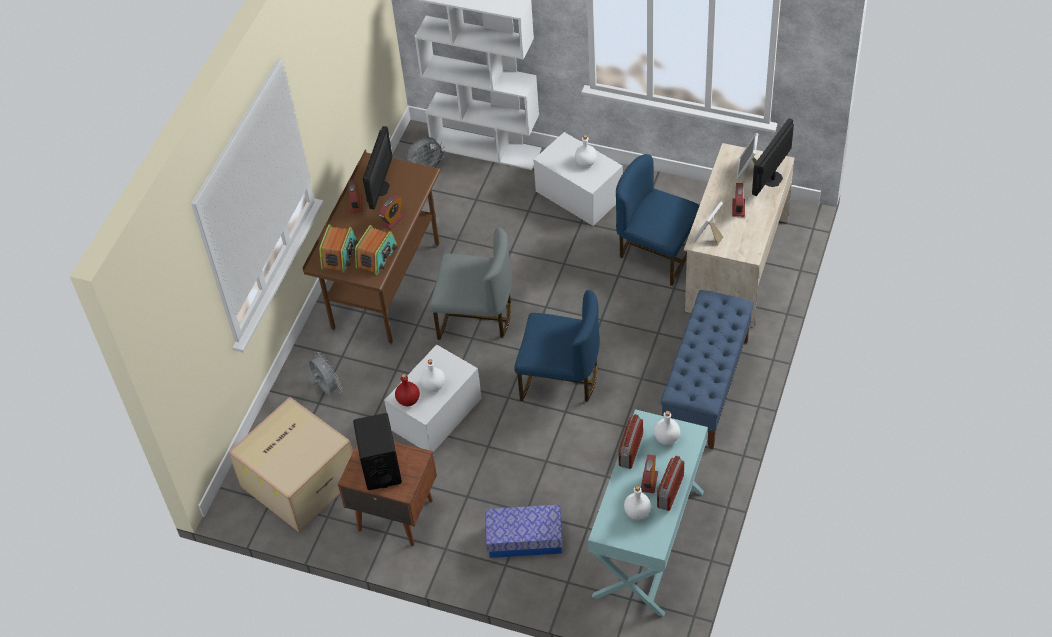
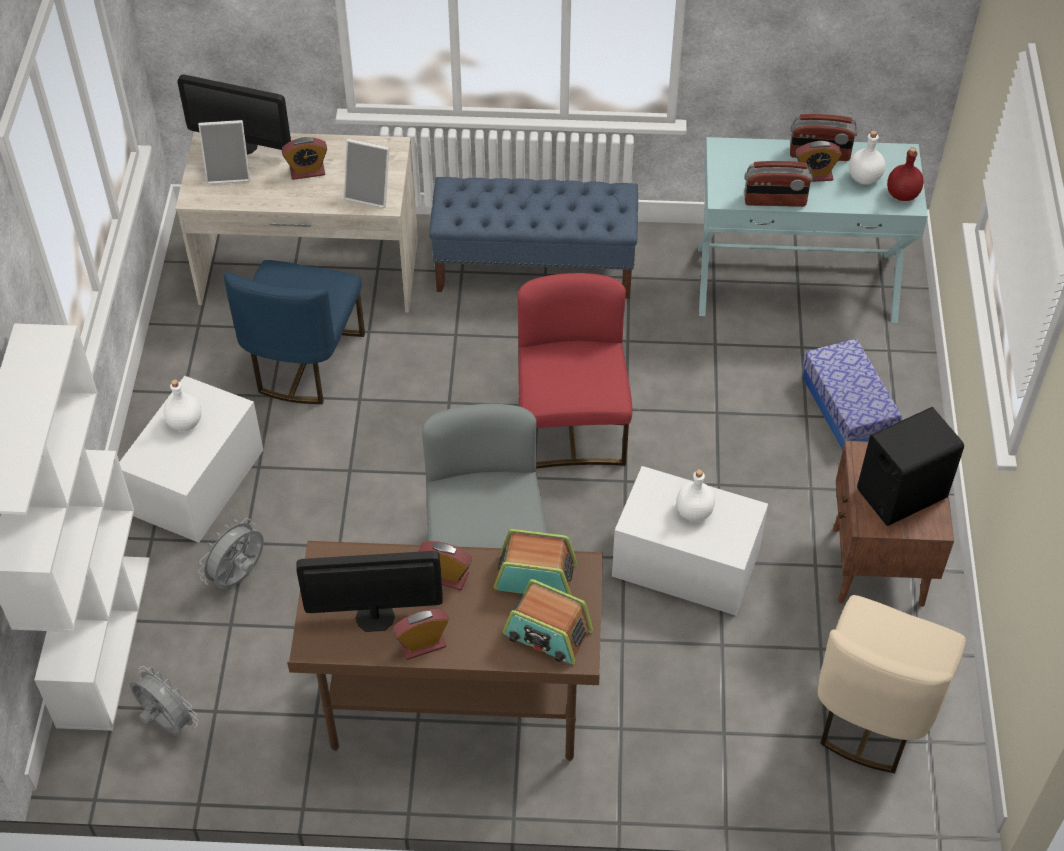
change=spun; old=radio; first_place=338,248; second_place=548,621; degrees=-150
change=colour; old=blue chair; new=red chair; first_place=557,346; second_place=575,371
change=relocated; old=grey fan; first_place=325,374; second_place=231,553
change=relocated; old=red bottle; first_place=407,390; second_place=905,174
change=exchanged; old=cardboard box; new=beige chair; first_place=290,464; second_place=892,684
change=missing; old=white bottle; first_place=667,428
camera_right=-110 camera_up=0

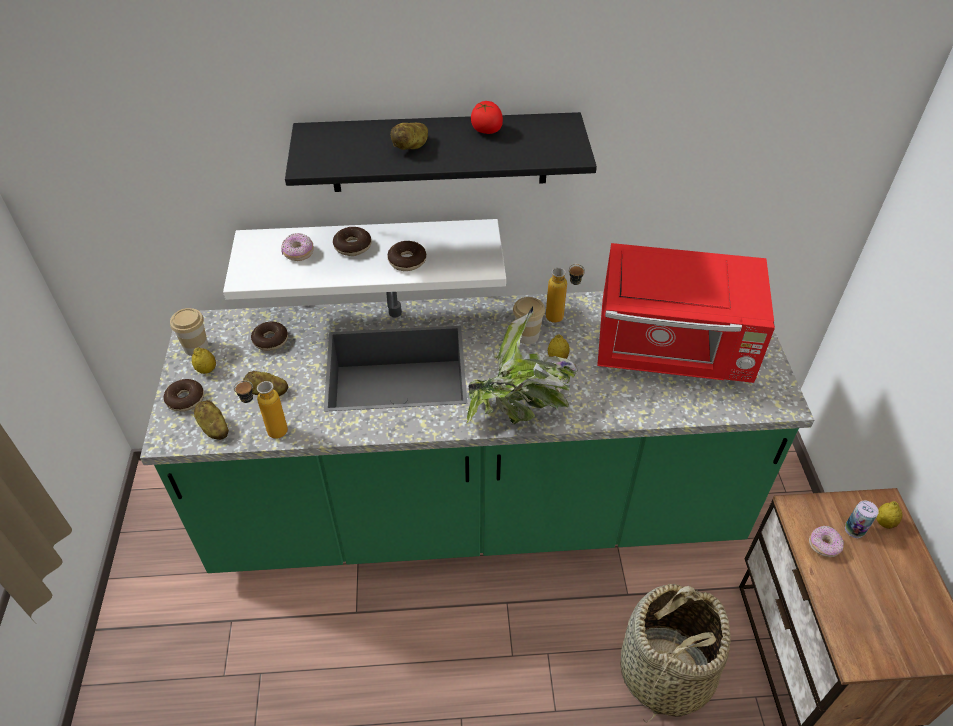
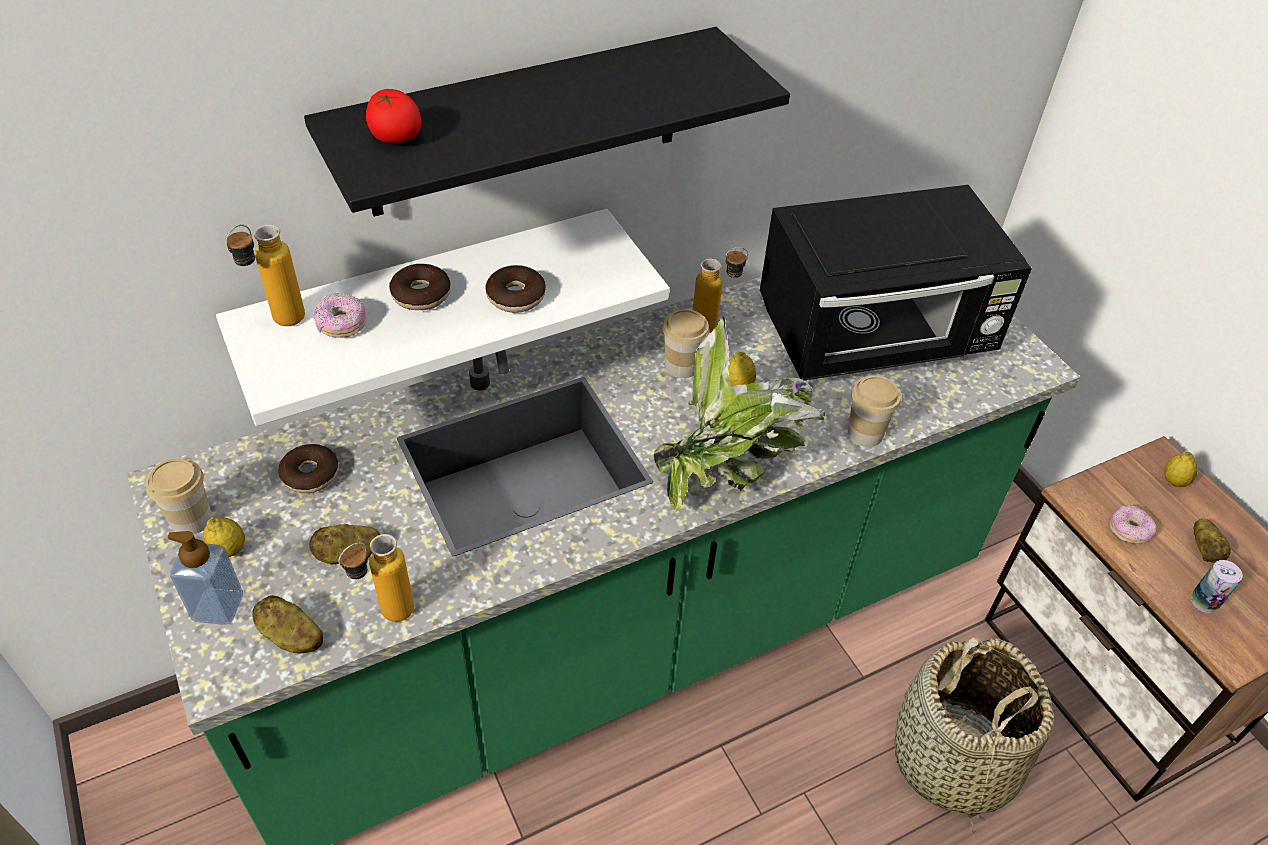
change=relocated; old=tomato; first_place=487,117; second_place=394,116
change=relocated; old=potato; first_place=409,136; second_place=1212,541
change=colour; old=red microwave; new=black microwave; first_place=686,313; second_place=896,282
change=exchanged; old=donut; new=soap dispenser; first_place=184,395; second_place=205,578
change=relocated; old=can; first_place=862,519; second_place=1217,586
change=appeared; new=bottle; second_place=265,275
change=appeared; new=cup; second_place=874,411
camera_right=-25 camera_up=0

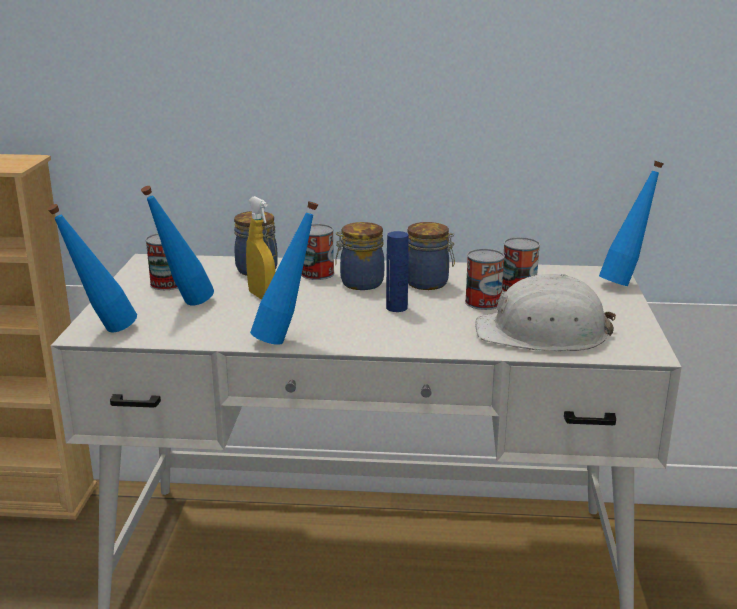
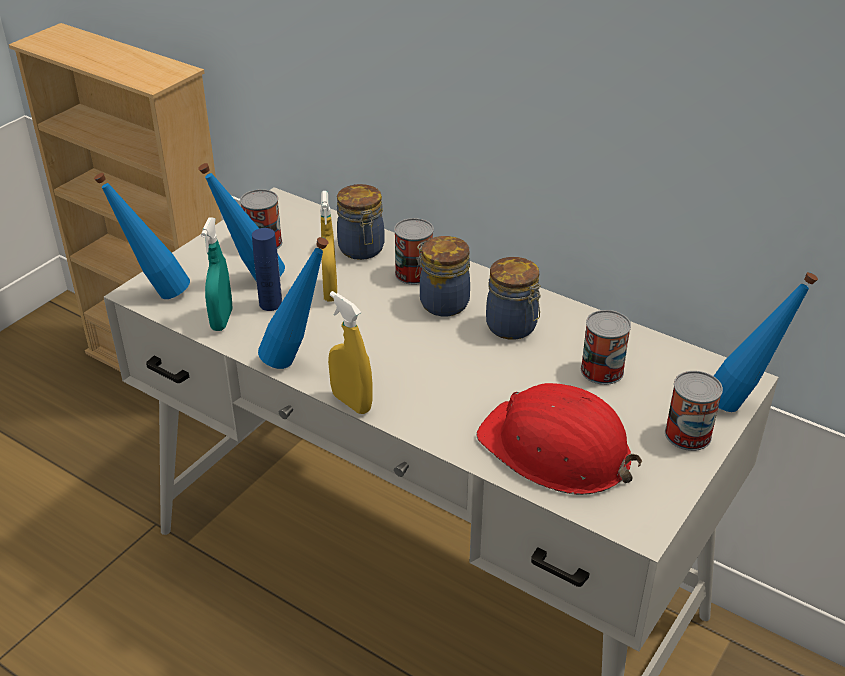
change=relocated; old=blue bottle; first_place=397,271; second_place=267,269
change=relocated; old=can; first_place=485,279; second_place=694,411
change=colour; old=white hard hat; new=red hard hat; first_place=545,312; second_place=559,439
change=appeared; new=turquoise spray bottle; second_place=216,274
change=appeared; new=yellow spray bottle; second_place=350,352
camera_right=30 camera_up=15

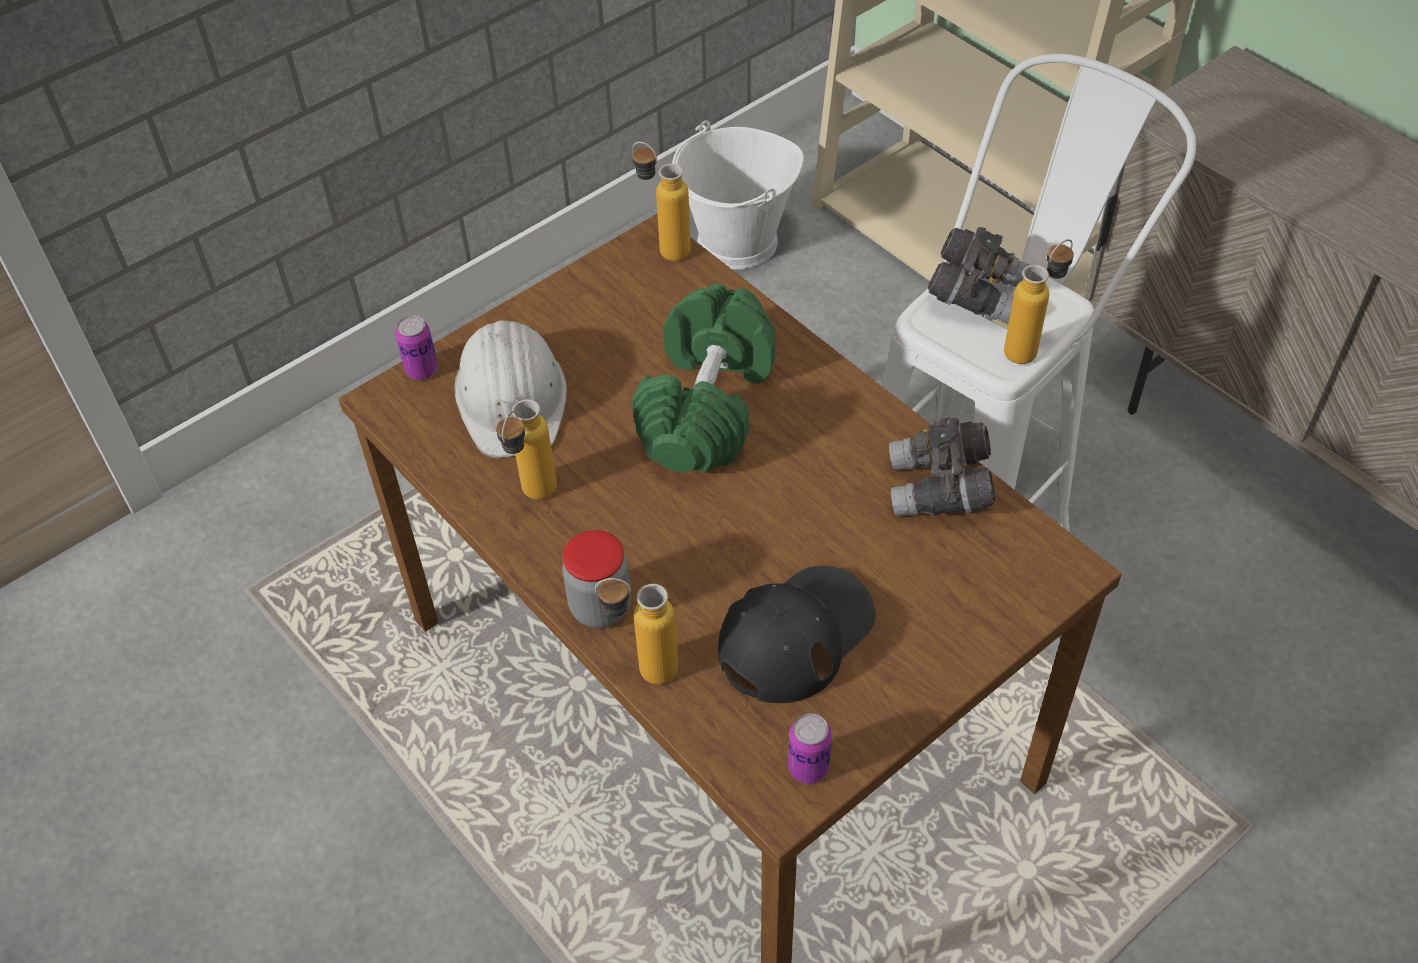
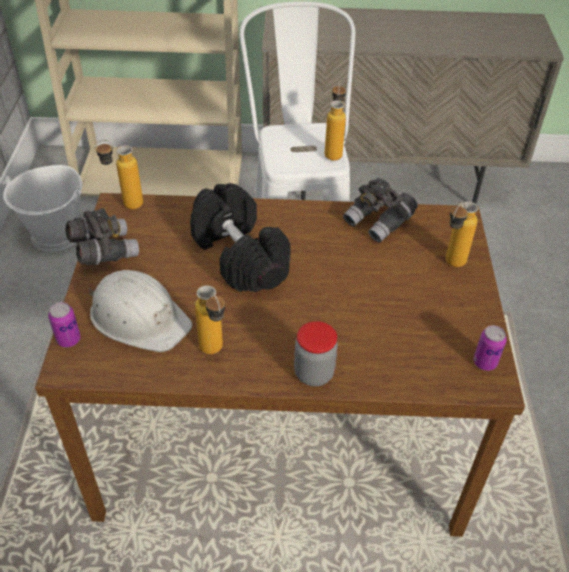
change=relocated; old=grey binoculars; first_place=978,275; second_place=102,236
change=colour; old=green dumbbell; new=black dumbbell; first_place=703,377; second_place=240,237
change=missing; old=black cap; first_place=797,634
change=relocated; old=bottle; first_place=636,631; second_place=462,234
camera_right=-50 camera_up=-5

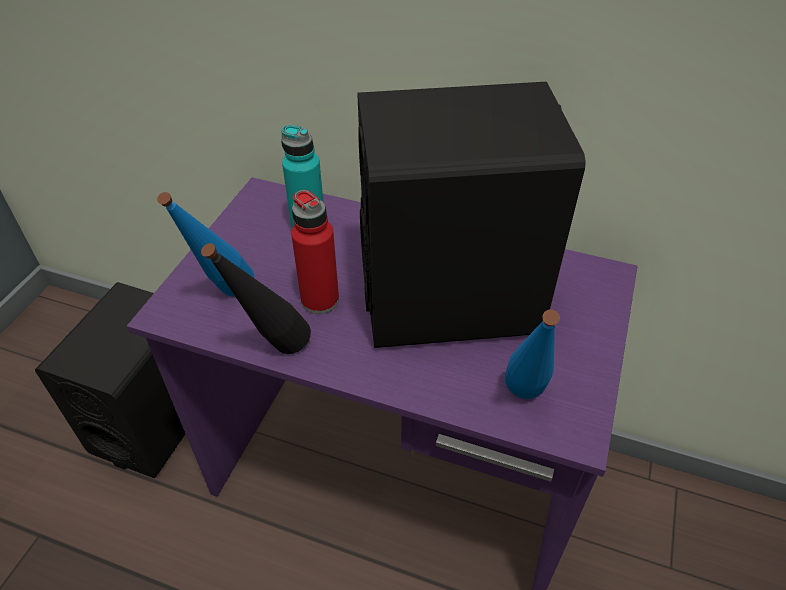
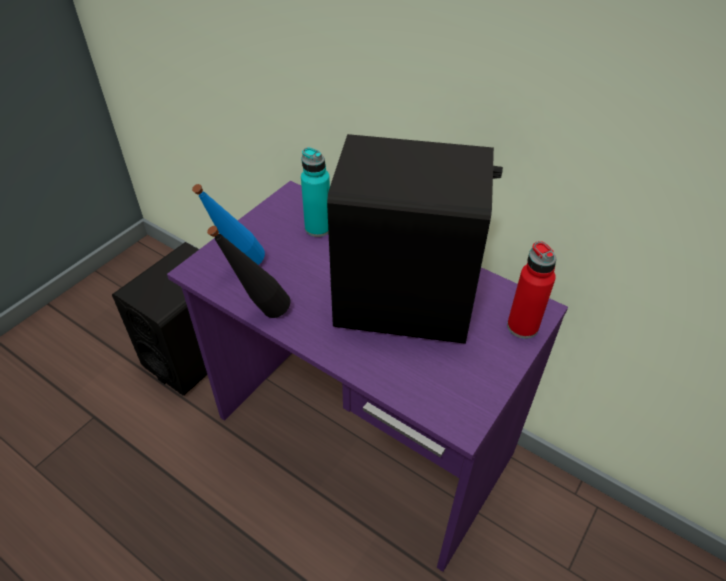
change=relocated; old=red bottle; first_place=315,252; second_place=531,290
change=missing; old=blue bottle; first_place=532,354
camera_right=15 camera_up=0

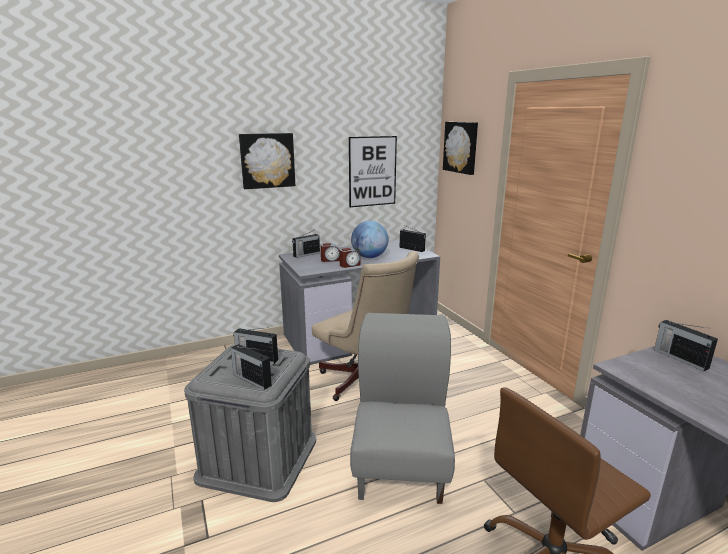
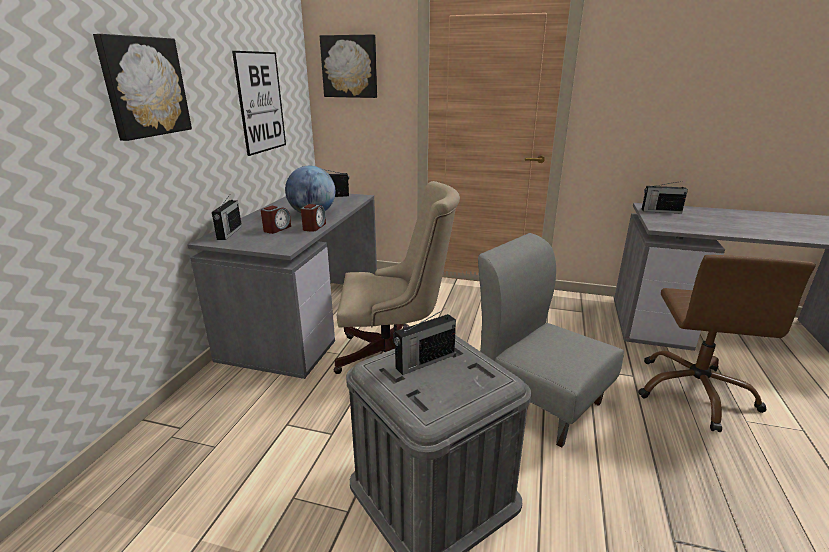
change=missing; old=radio; first_place=251,367
camera_right=-50 camera_up=5

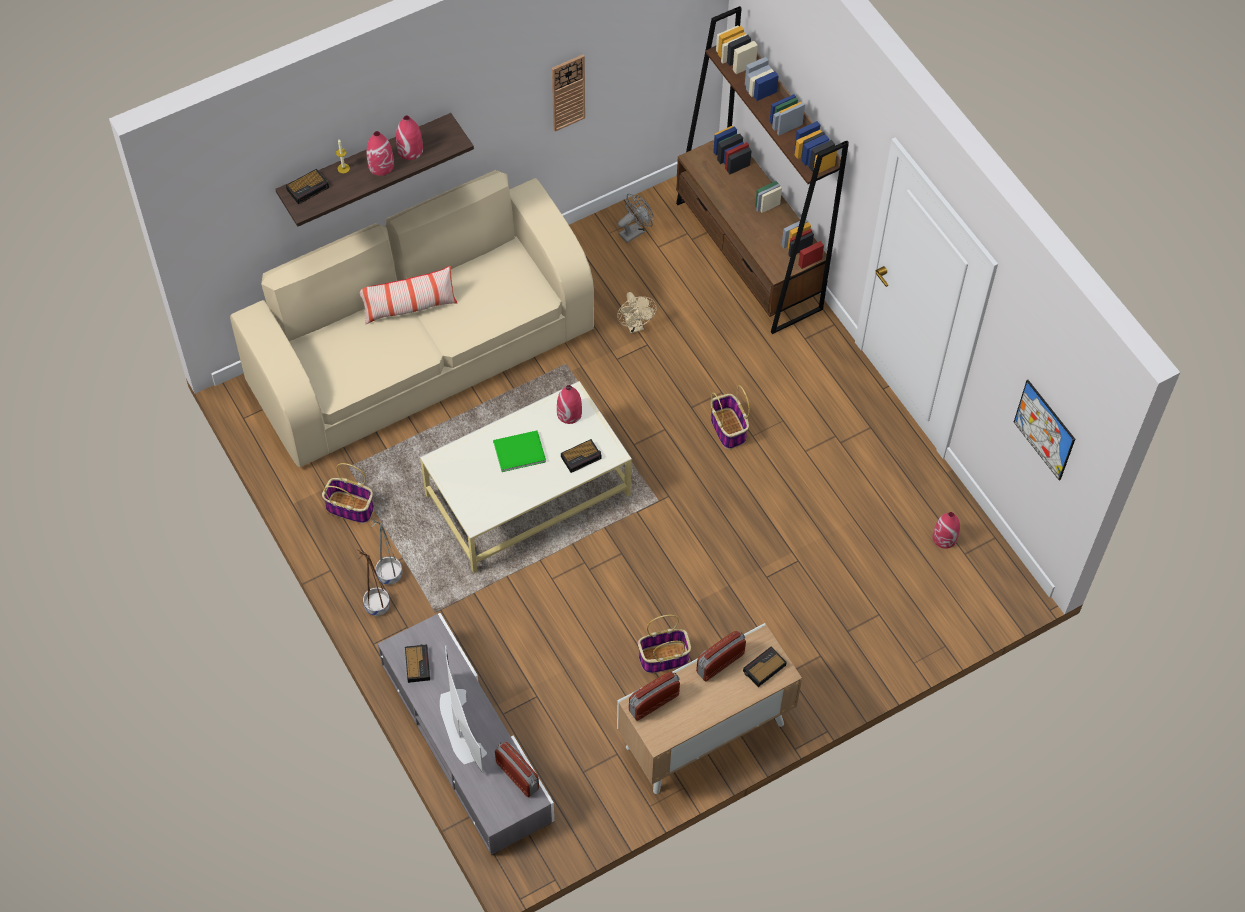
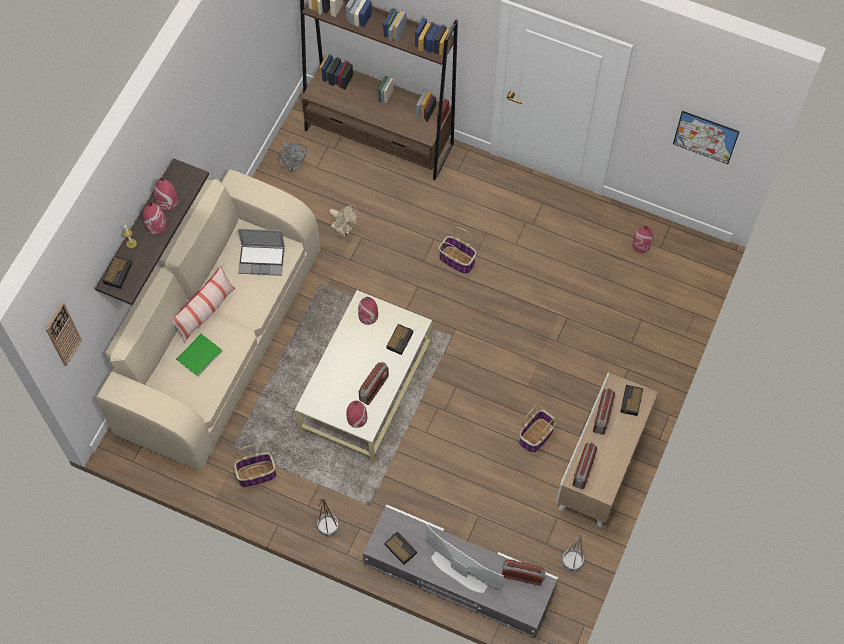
change=relocated; old=wall clock; first_place=568,92; second_place=64,334
change=spun; old=grey fan; first_place=635,218; second_place=292,156; degrees=135
change=relocated; old=green book; first_place=519,451; second_place=199,355
change=relocated; old=grey planter; first_place=386,551; second_place=573,553
change=appeared; new=laptop; second_place=261,252
change=appeared; new=radio; second_place=374,383
change=appeared; new=red vase; second_place=357,414
camera_right=-35 camera_up=5

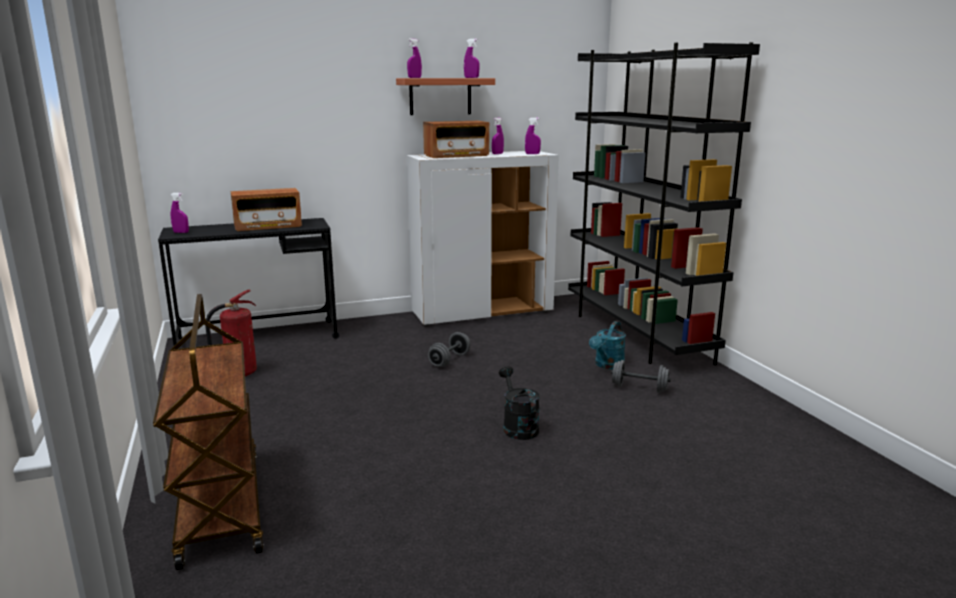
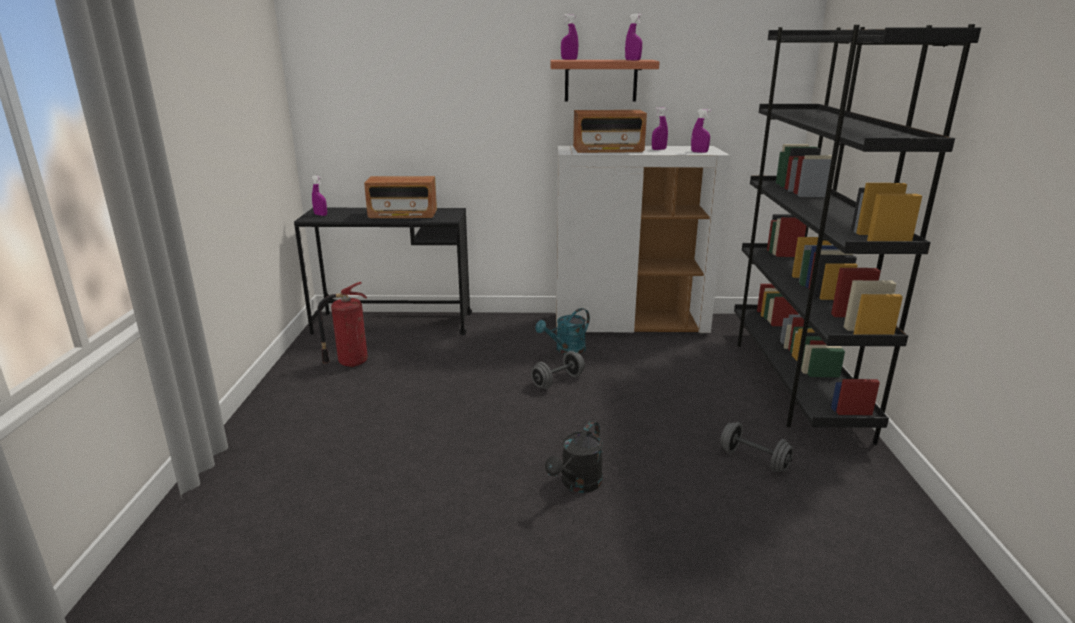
change=missing; old=brown cart; first_place=208,432
change=relocated; old=turquoise watering can; first_place=607,345; second_place=562,331
change=spun; old=black watering can; first_place=519,403; second_place=574,457; degrees=-150
camera_right=20 camera_up=5

